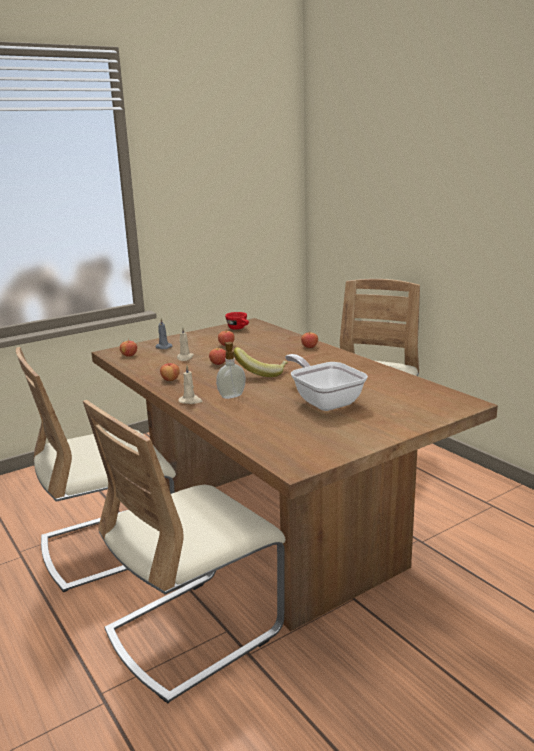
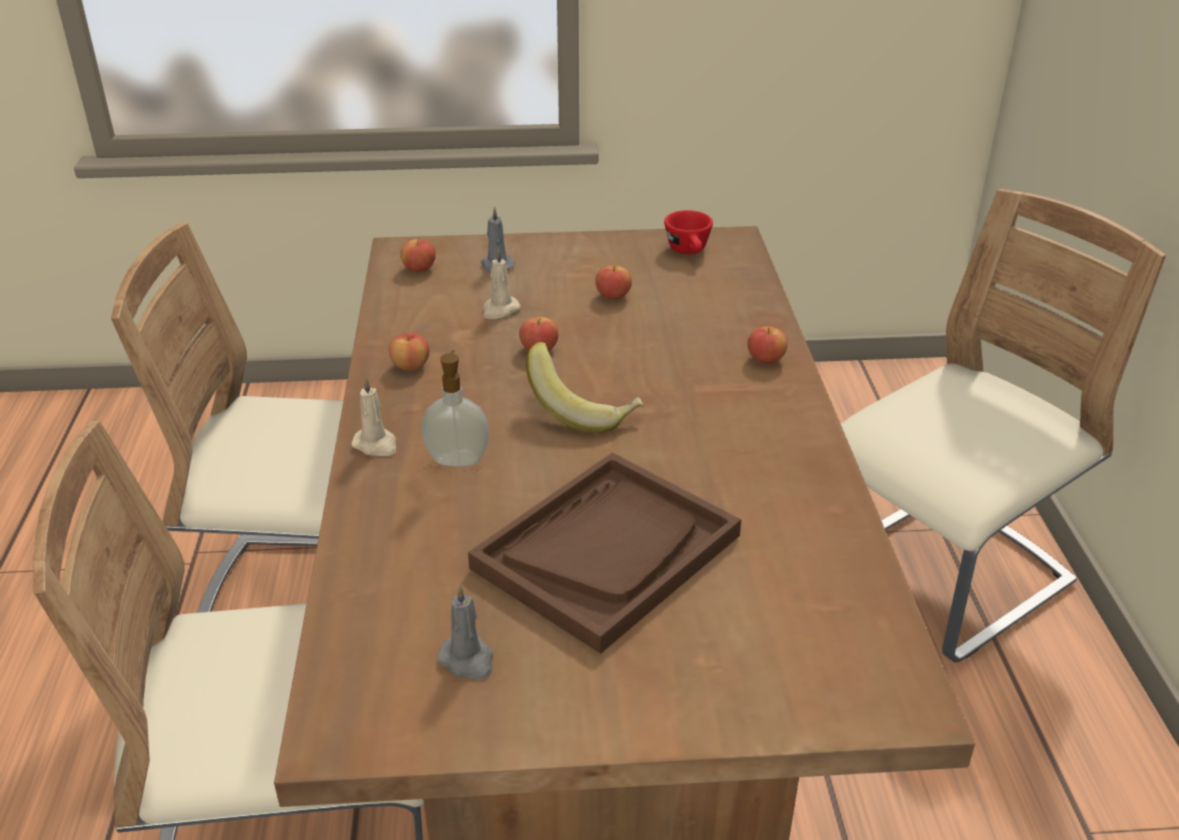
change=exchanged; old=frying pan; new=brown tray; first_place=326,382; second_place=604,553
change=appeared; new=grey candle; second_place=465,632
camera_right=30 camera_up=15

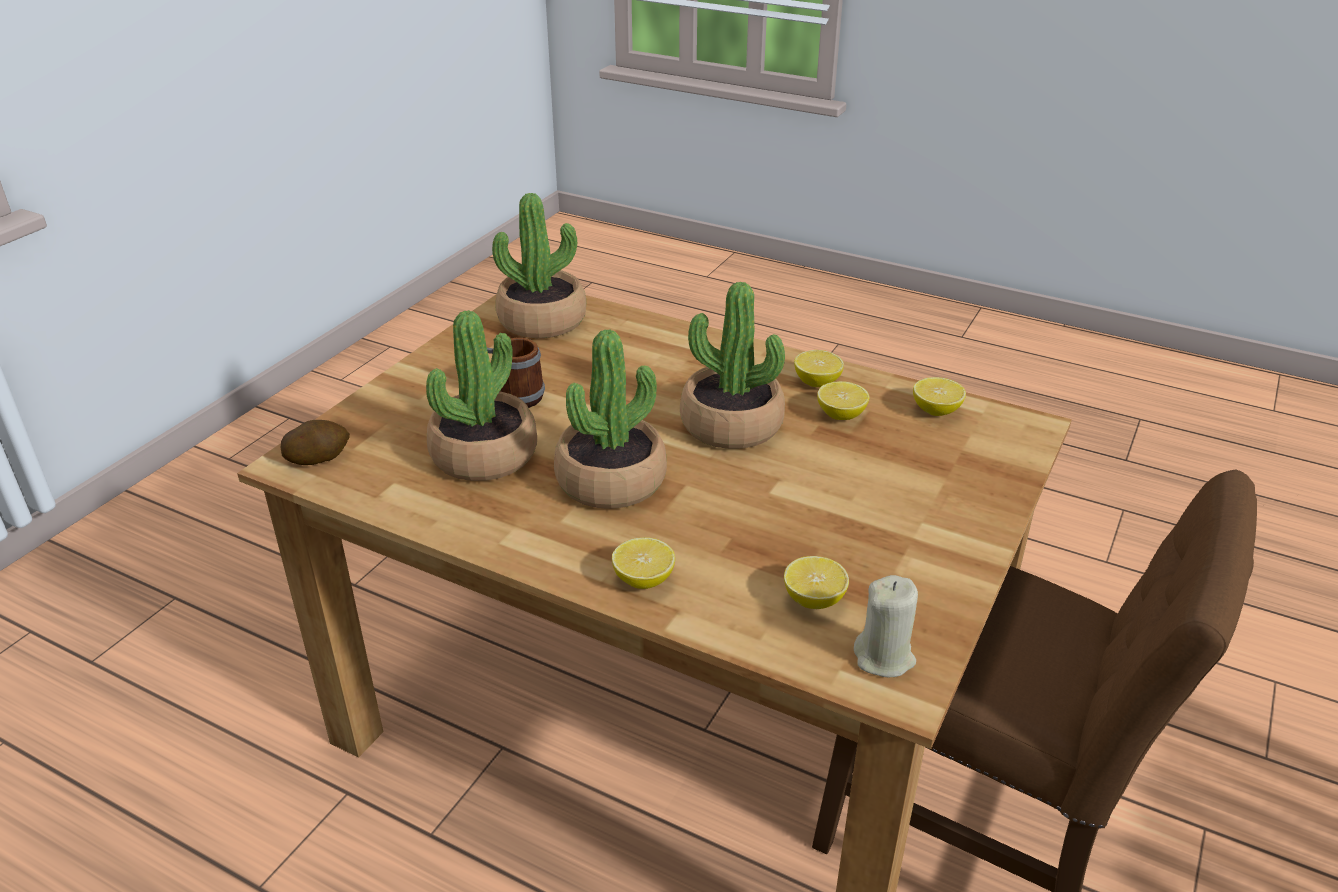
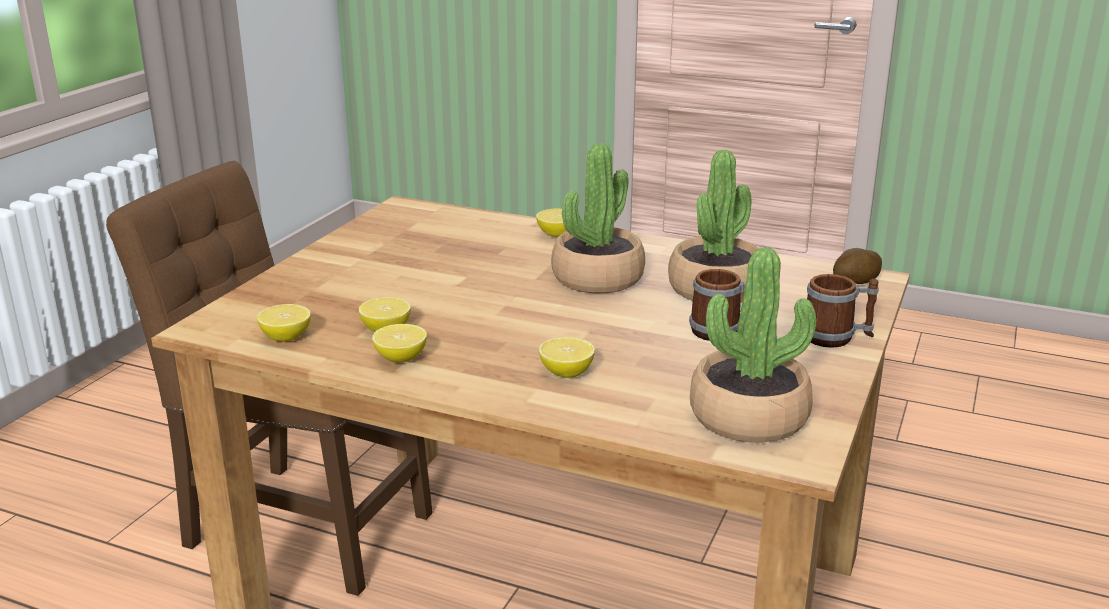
change=missing; old=potted plant; first_place=732,365
change=relocated; old=lemon; first_place=816,582; second_place=567,357
change=missing; old=beige candle; first_place=886,626
change=appeared; new=mug; second_place=843,311
camera_right=175 camera_up=-10

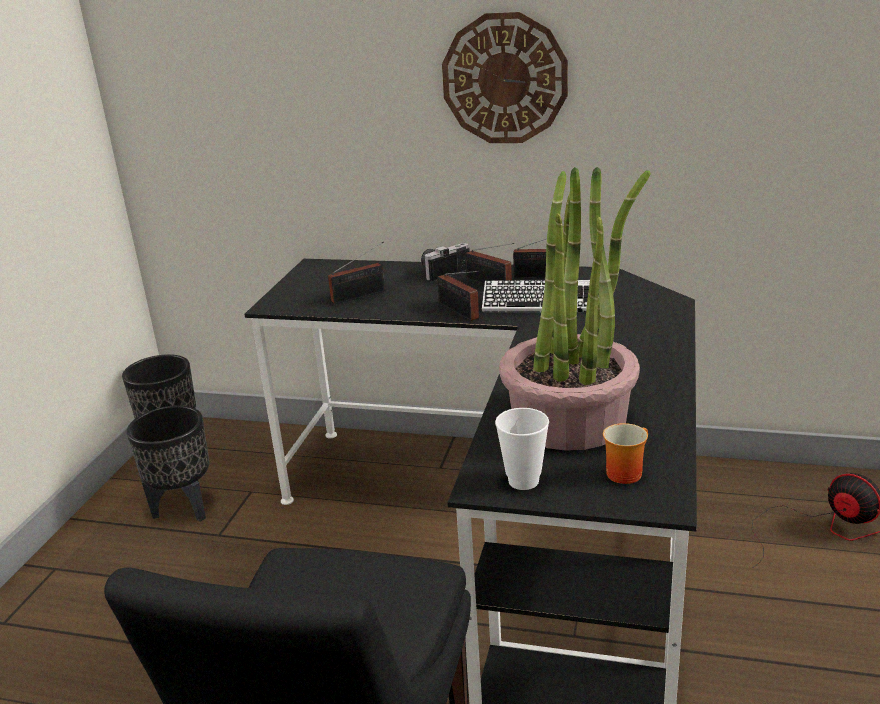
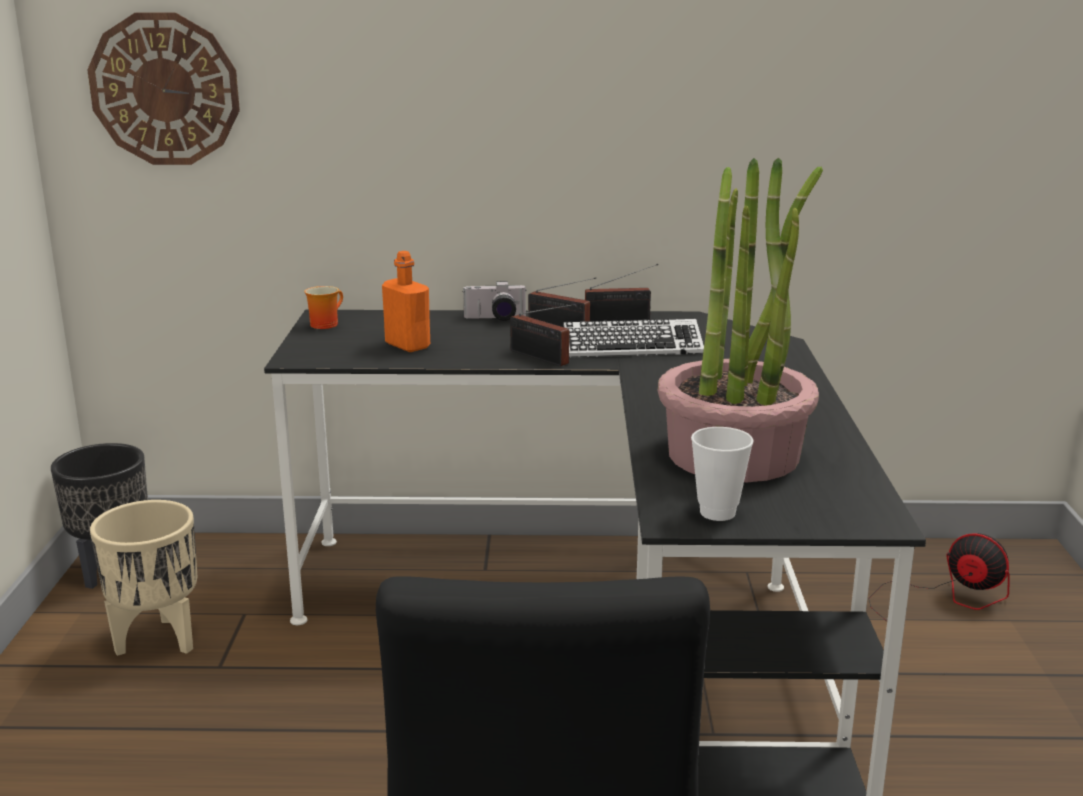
change=relocated; old=wall clock; first_place=505,77; second_place=163,89
change=exchanged; old=radio; new=orange bottle; first_place=356,273; second_place=406,301
change=spun; old=photo camera; first_place=445,262; second_place=494,301; degrees=-135
change=colour; old=black planter; new=beige planter; first_place=167,463; second_place=143,578
change=relocated; old=mug; first_place=625,453; second_place=323,307
camera_right=-15 camera_up=-5

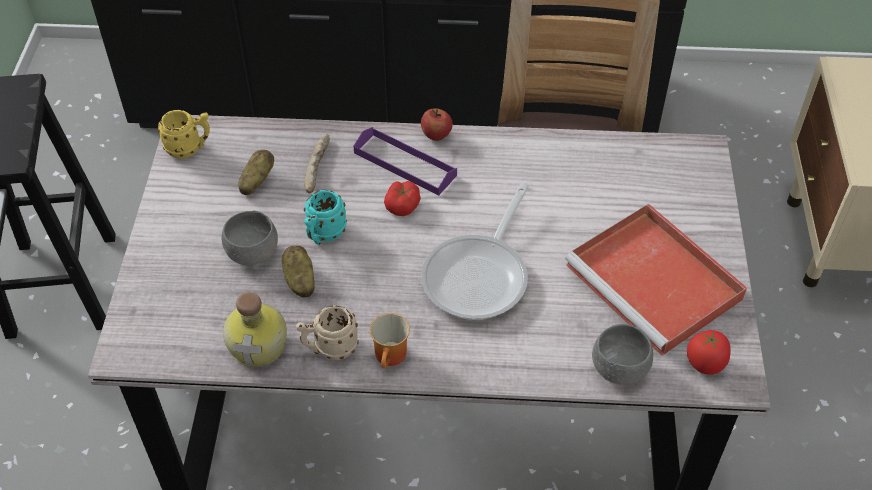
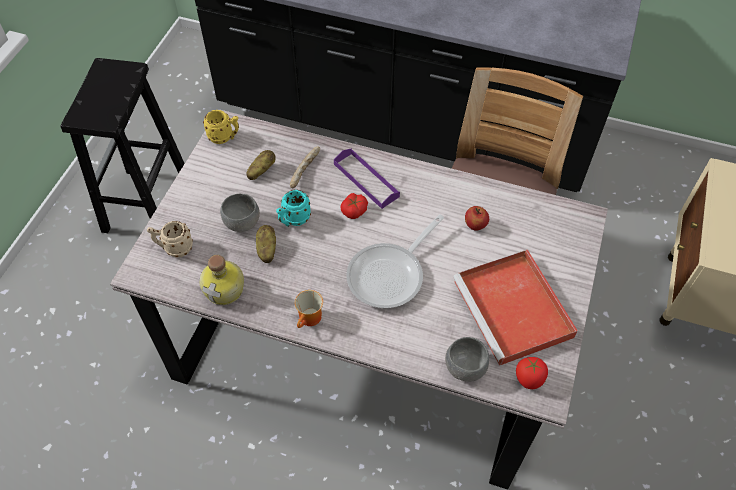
change=relocated; old=apple; first_place=437,124; second_place=477,218
change=relocated; old=beige mug; first_place=327,333; second_place=170,239
camera_right=15 camera_up=5

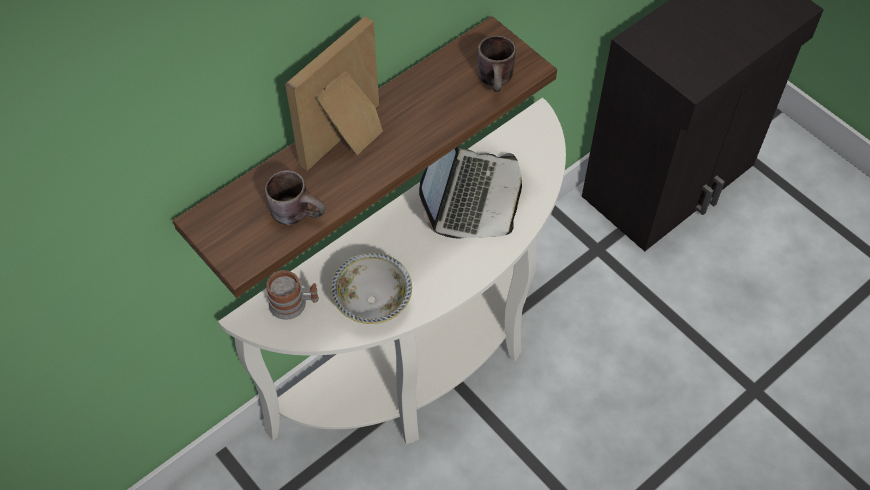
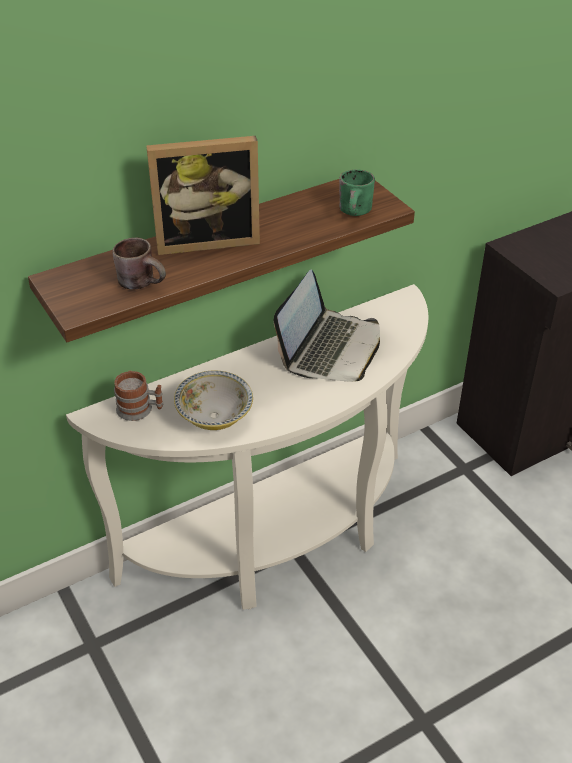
change=spun; old=picture frame; first_place=334,93; second_place=203,195; degrees=-150
change=colour; old=brown mug; new=green mug; first_place=497,64; second_place=357,193
camera_right=10 camera_up=-15

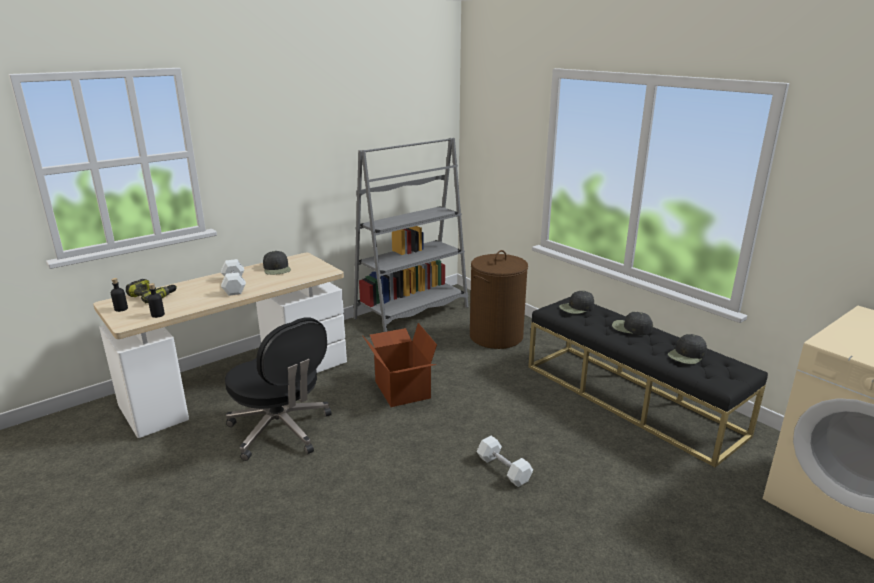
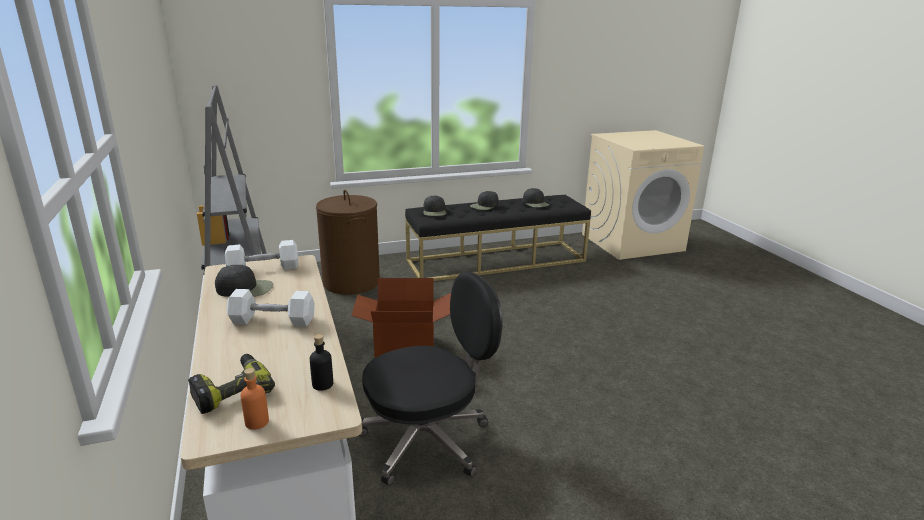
change=colour; old=black bottle; new=orange bottle; first_place=119,295; second_place=254,399
change=relocated; old=white dumbbell; first_place=504,461; second_place=262,255
camera_right=-70 camera_up=0

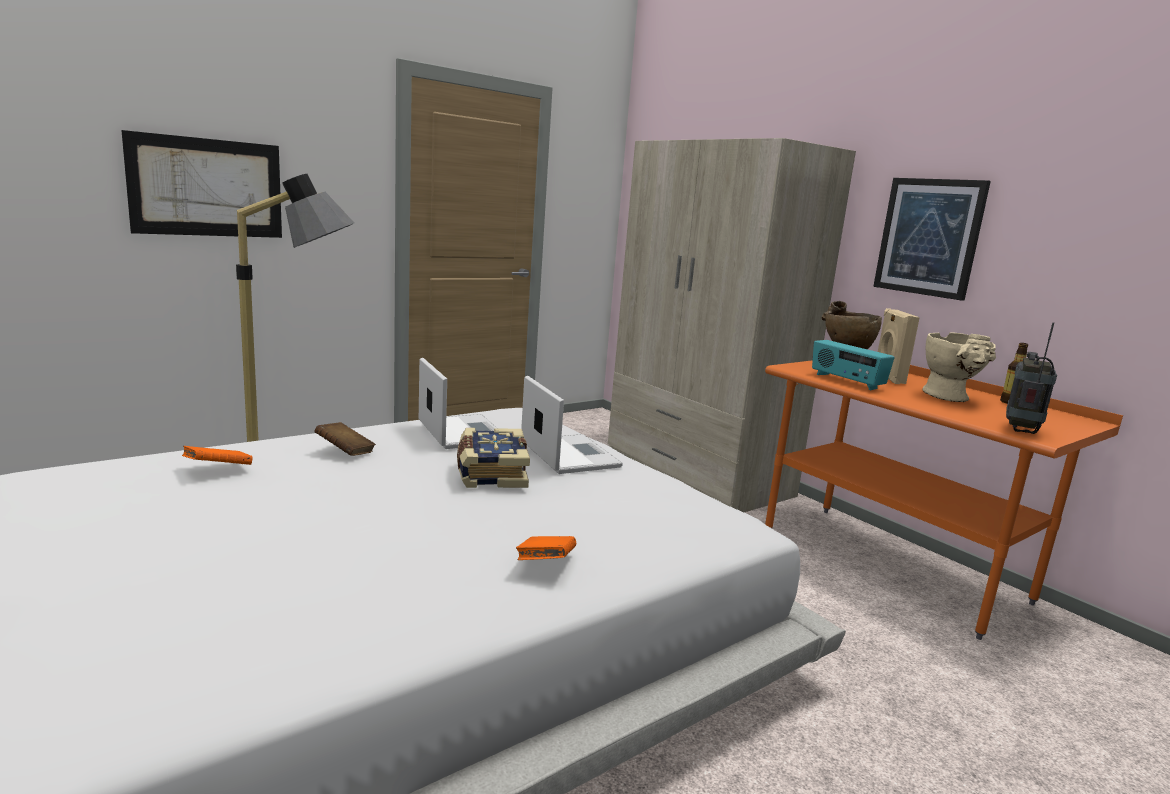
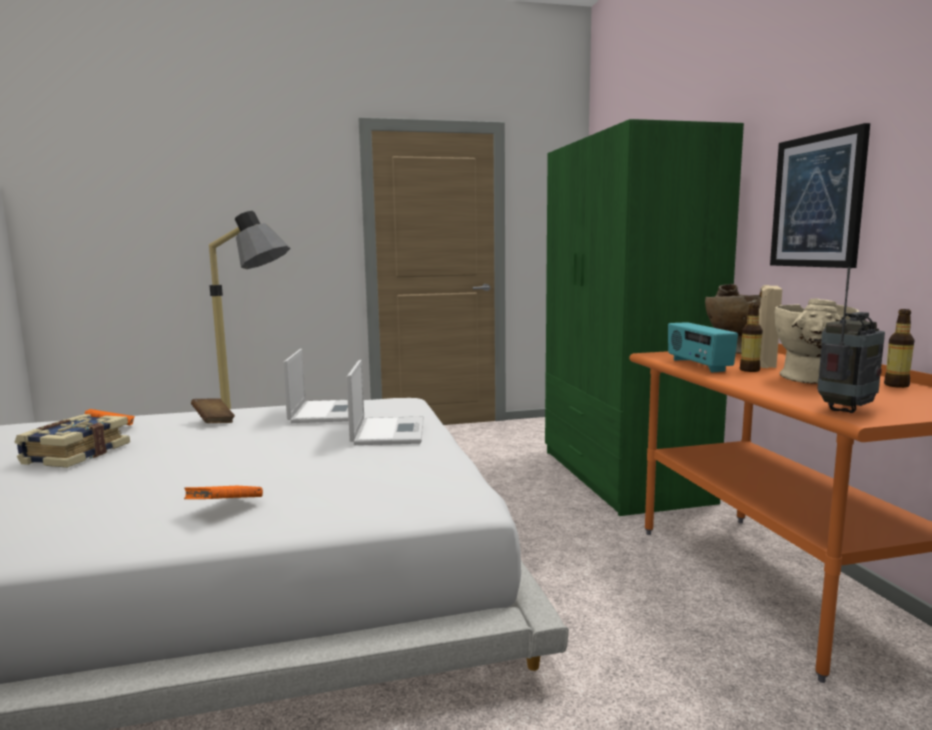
change=missing; old=picture; first_place=201,184
change=colour; old=beige wardrobe; new=green wardrobe; first_place=732,325; second_place=644,317
change=relocated; old=book; first_place=493,458; second_place=72,441
change=appeared; new=bottle; second_place=751,337
camera_right=25 camera_up=-5

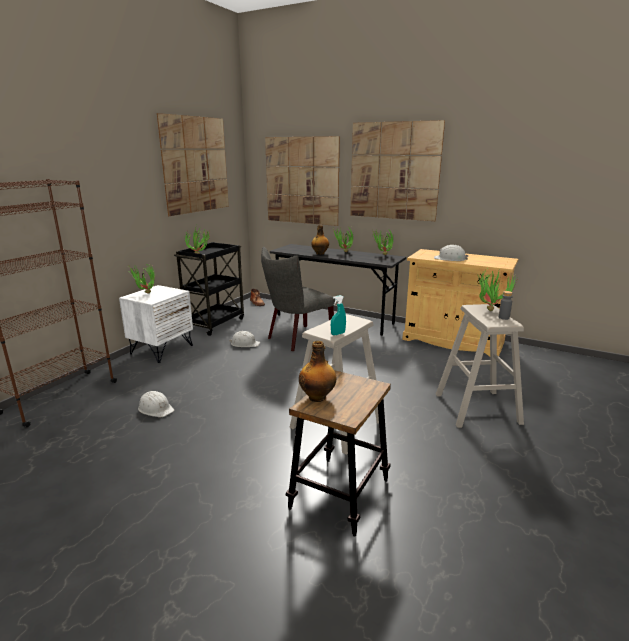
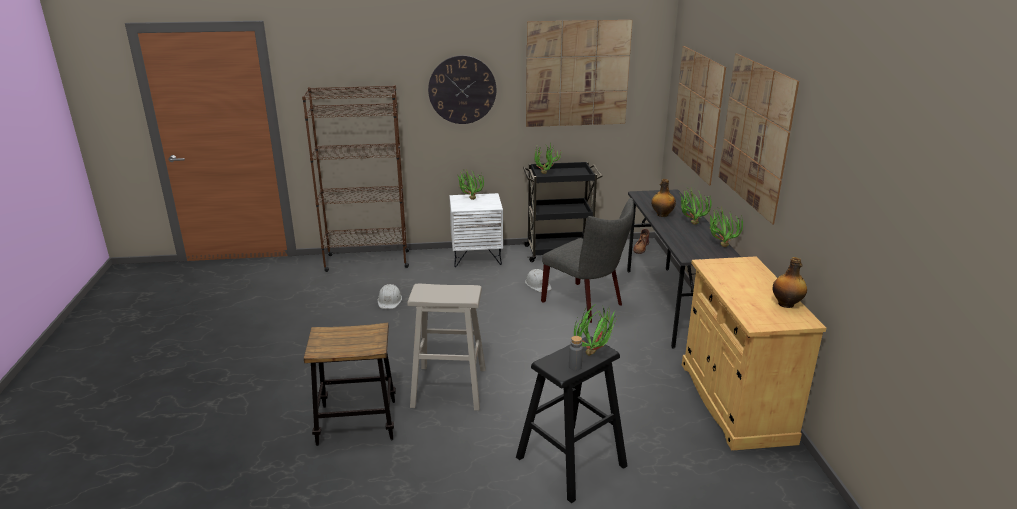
change=missing; old=white hard hat; first_place=451,253
change=spun; old=grey chair; first_place=298,299; second_place=587,260; degrees=-150
change=missing; old=turquoise spray bottle; first_place=338,315
change=colour; old=beige stool; new=black stool; first_place=480,366; second_place=571,419
change=relocated; old=bottle; first_place=318,371; second_place=789,282
change=appeared; new=wall clock; second_place=462,89
camera_right=55 camera_up=5

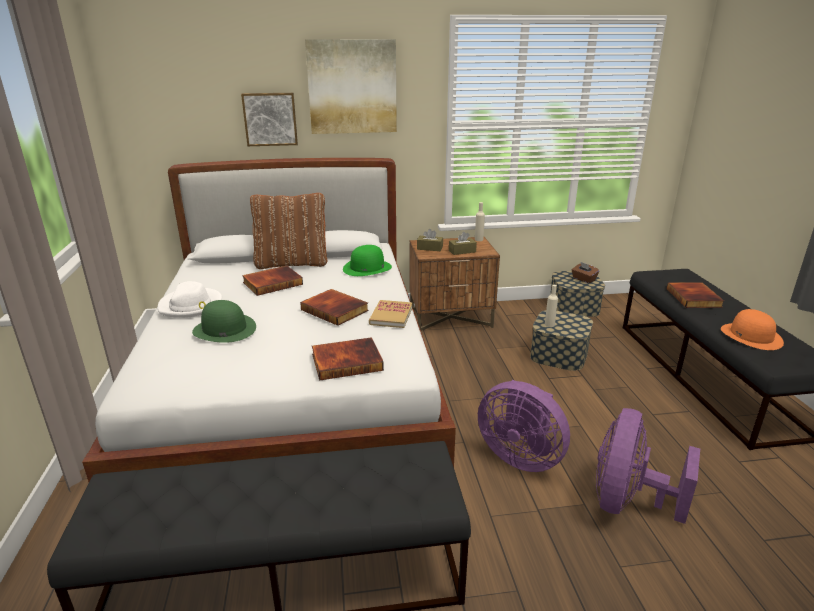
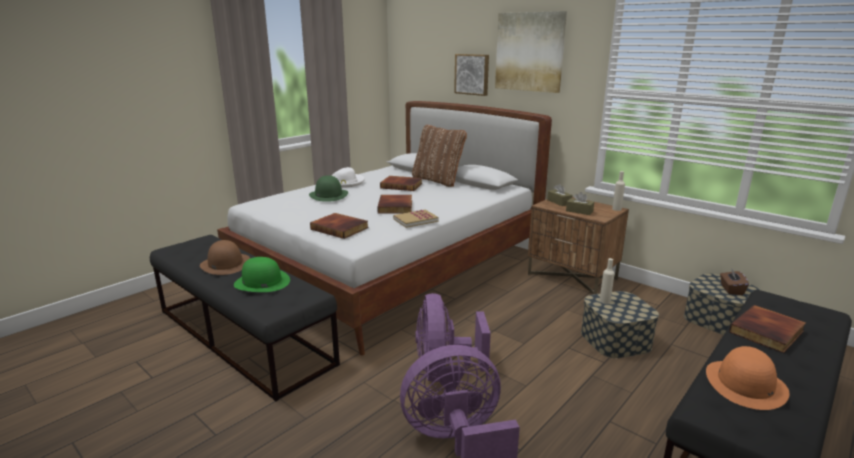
change=relocated; old=green hat; first_place=367,260; second_place=262,274
change=appeared; new=brown hat; second_place=225,257
camera_right=50 camera_up=-5

